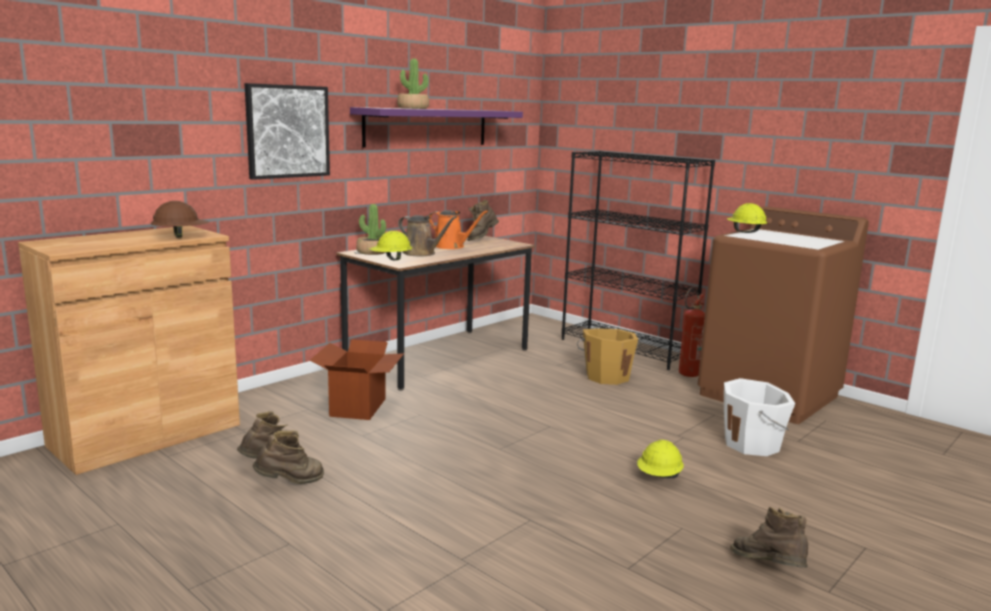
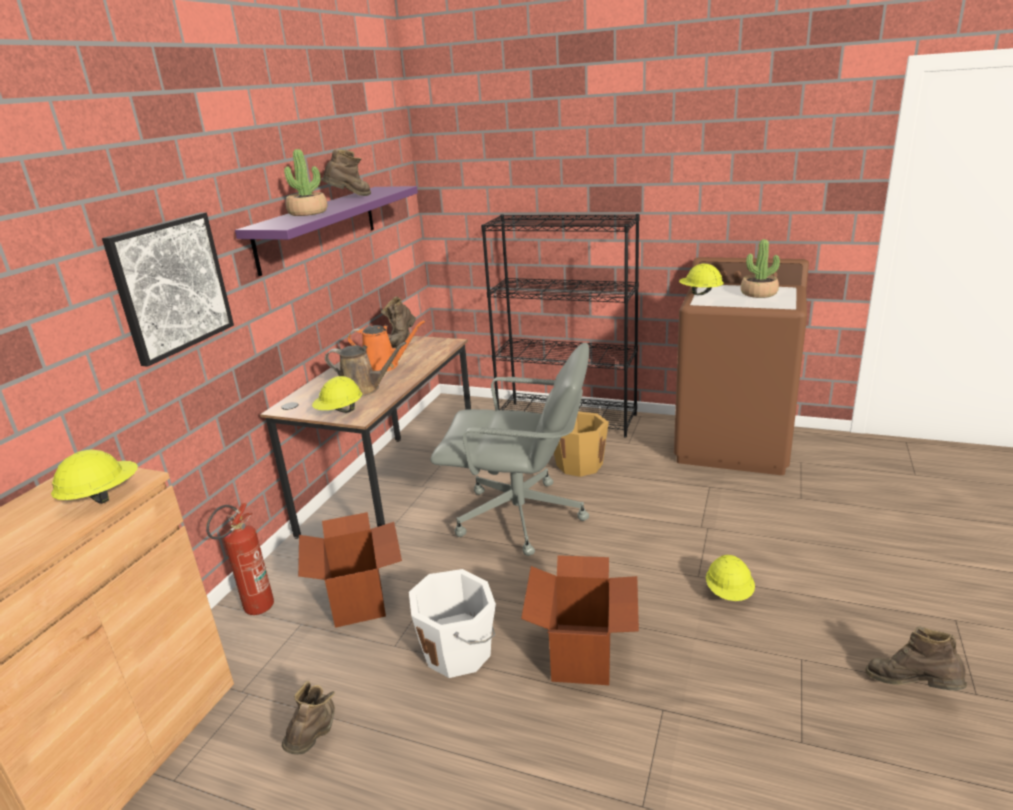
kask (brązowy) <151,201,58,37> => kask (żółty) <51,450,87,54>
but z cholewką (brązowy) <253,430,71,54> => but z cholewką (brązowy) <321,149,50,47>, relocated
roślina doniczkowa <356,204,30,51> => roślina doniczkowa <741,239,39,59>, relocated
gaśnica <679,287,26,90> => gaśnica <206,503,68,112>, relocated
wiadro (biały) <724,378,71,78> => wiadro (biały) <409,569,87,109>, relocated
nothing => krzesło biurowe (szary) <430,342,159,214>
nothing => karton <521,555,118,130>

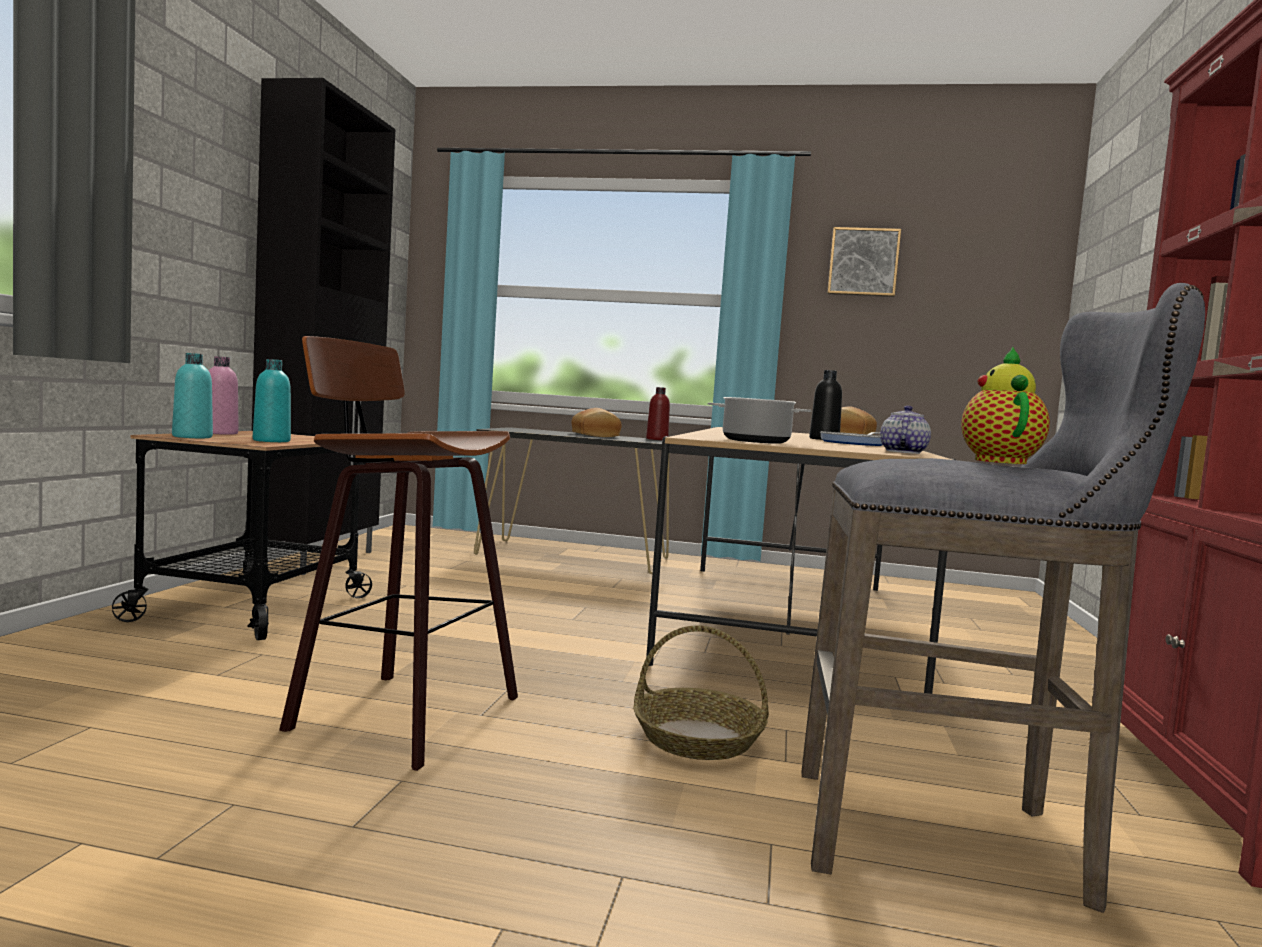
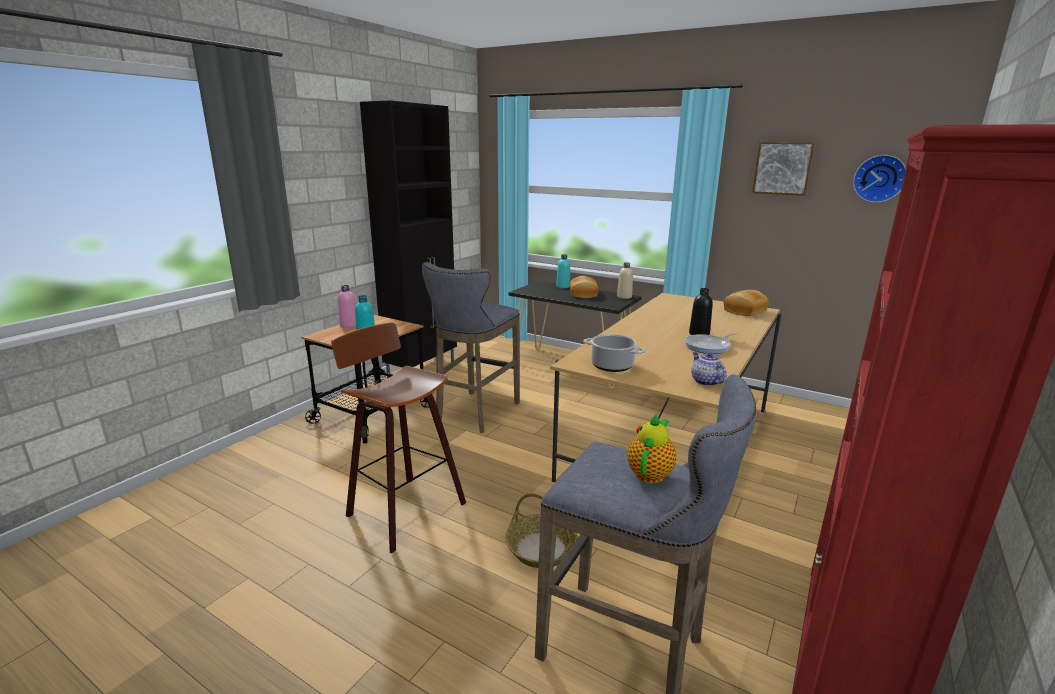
butelka (turkusowy) <172,353,41,85> => butelka (turkusowy) <556,254,14,34>, relocated
butelka (czerwony) <646,387,24,53> => butelka (beżowy) <617,262,16,37>
imbryk <880,406,51,48> => imbryk <691,352,36,34>, 60 degrees counterclockwise
nothing => stołek (szary) <422,262,98,171>
nothing => zegar ścienny <853,155,53,48>

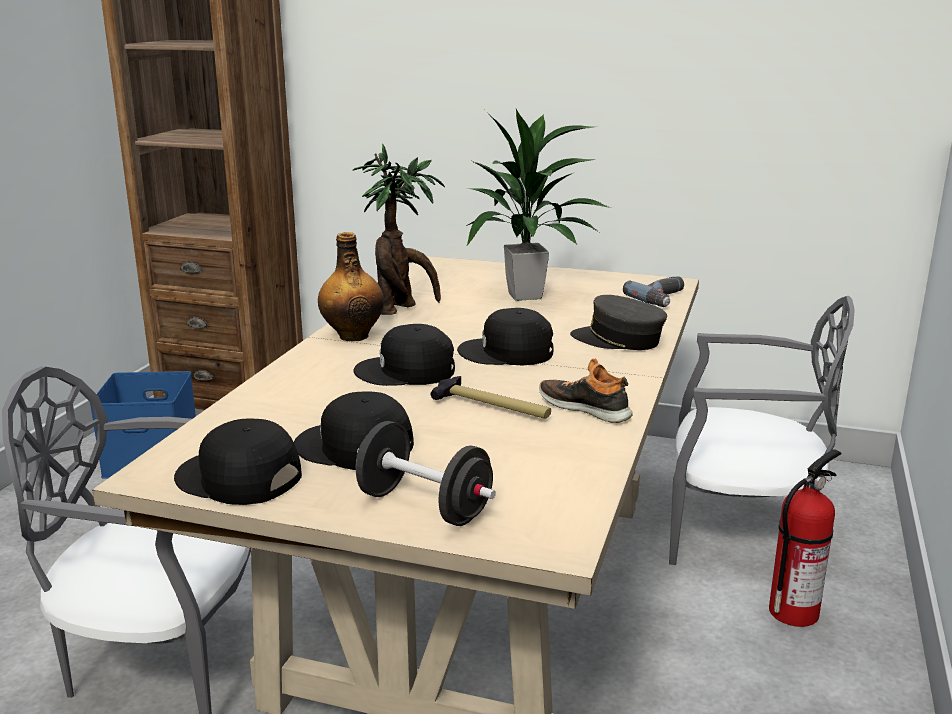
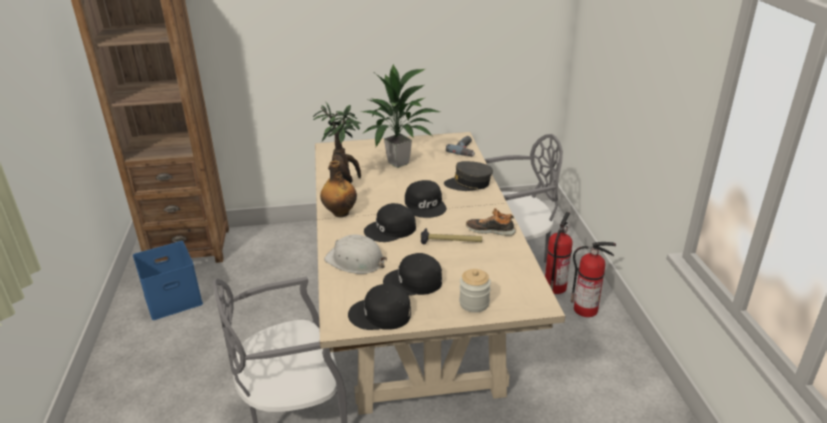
hantel (czarny) <356,421,140,105> => słoik <459,269,32,44>
czapka z daszkiem (czarny) <457,308,97,57> => czapka z daszkiem (czarny) <405,180,42,38>, 90 degrees counterclockwise
nothing => kask (biały) <324,234,63,40>
nothing => gaśnica <571,242,45,75>

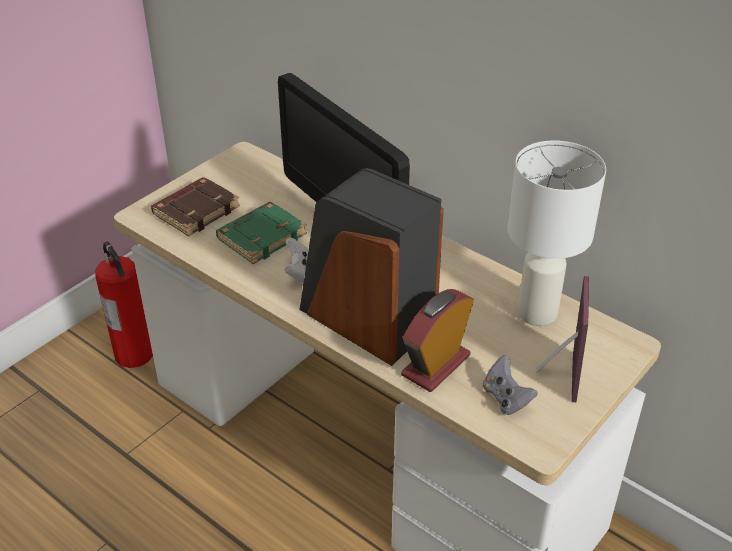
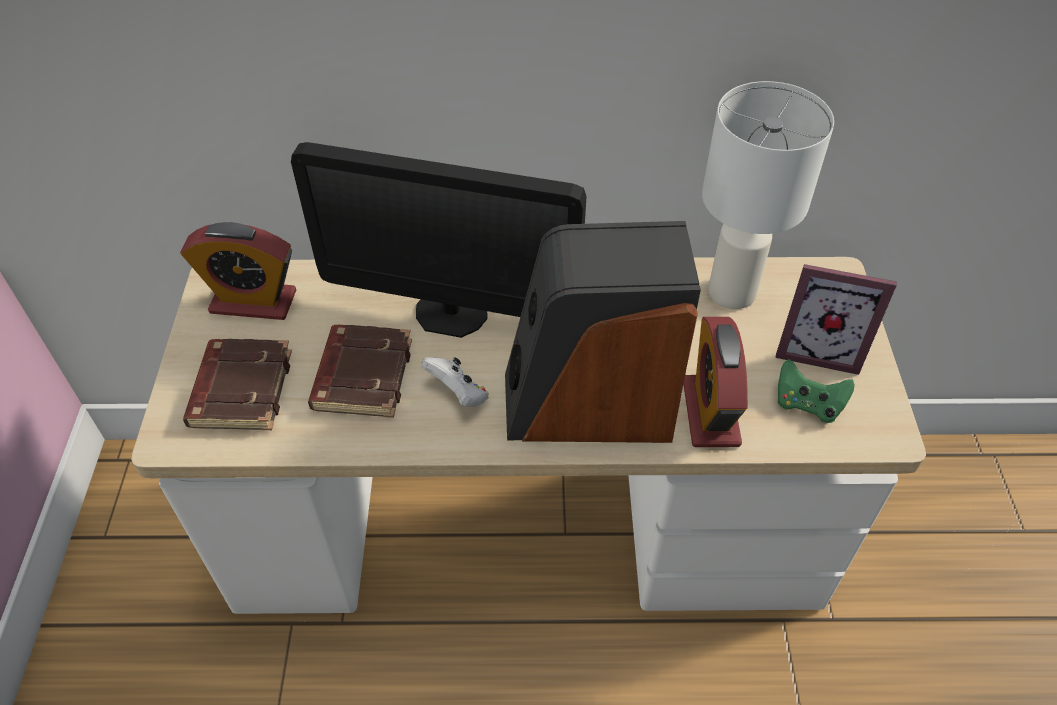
gaśnica <95,242,58,126> => nothing
książka (zielony) <216,202,91,62> => książka (brązowy) <308,325,104,93>
pad do gier (szary) <483,355,55,60> => pad do gier (zielony) <777,359,78,64>
ramka na zdjęcie <536,276,53,126> => ramka na zdjęcie <776,264,121,111>, 135 degrees clockwise
nothing => budzik <180,222,116,98>

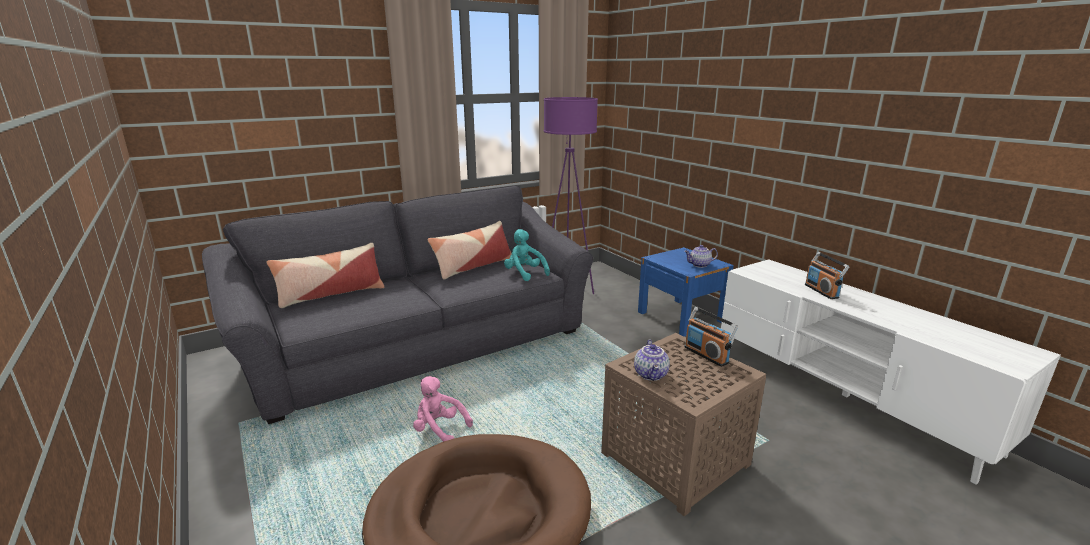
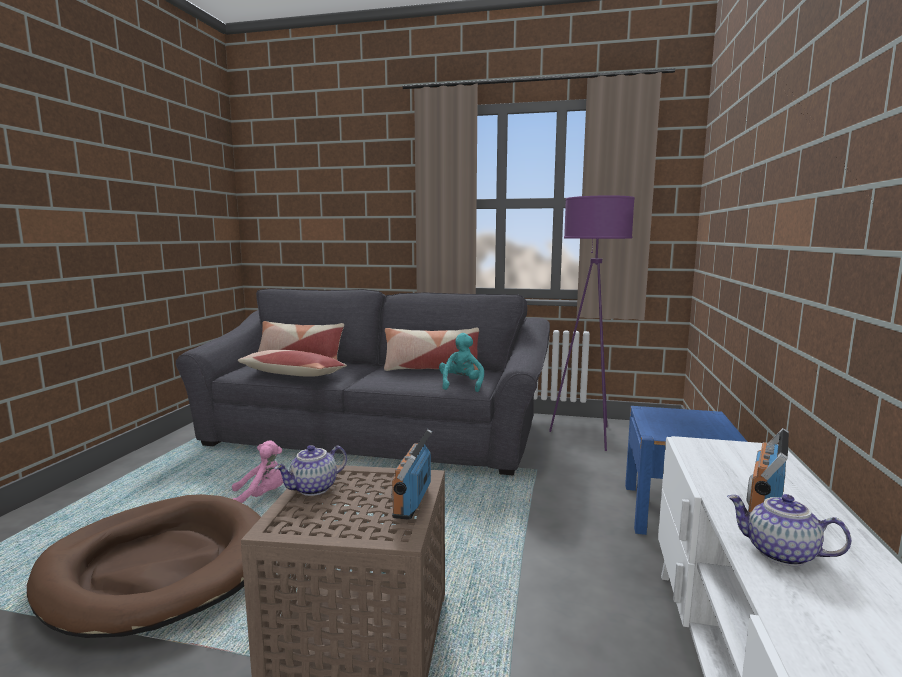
pluszak (różowy) <413,376,60,66> => pluszak (różowy) <232,440,51,63>, 90 degrees clockwise
imbryk <684,245,34,23> => imbryk <727,494,124,72>, relocated
nothing => poduszka <238,350,109,27>

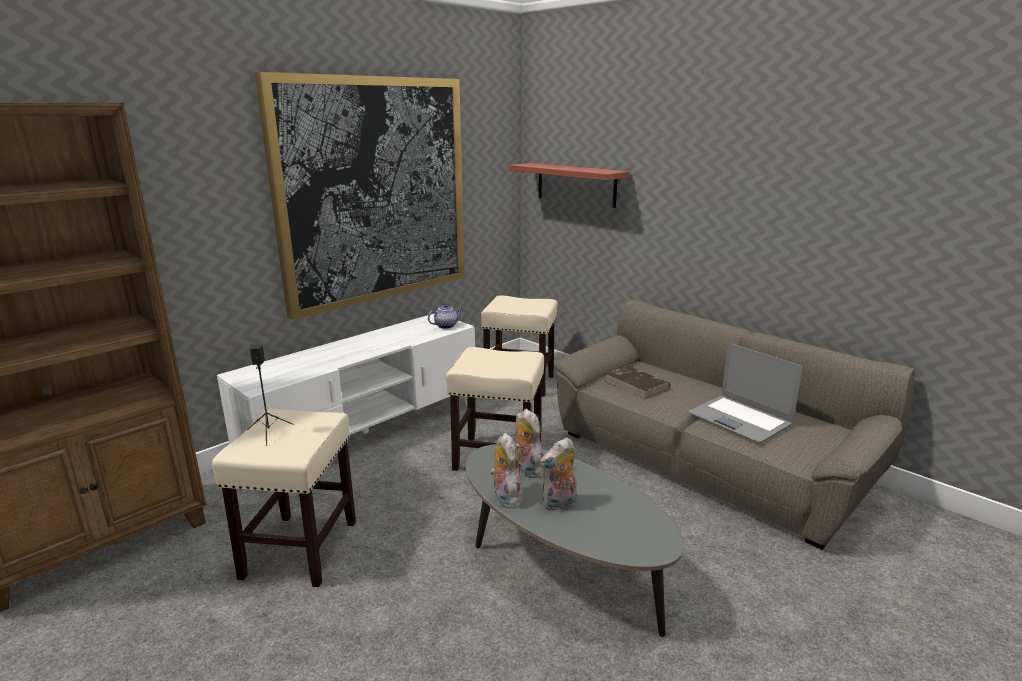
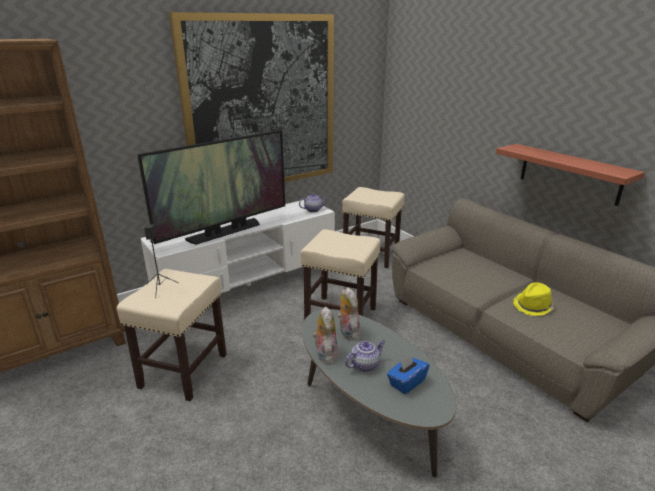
półka <509,163,120,45> => półka <496,144,149,62>, relocated
pluszak <540,438,37,73> => imbryk <345,340,40,32>
książka (brązowy) <605,366,65,33> => nothing
laptop <689,344,114,99> => kapelusz (żółty) <513,282,41,34>
nothing => telewizor <137,130,148,115>
nothing => pudełko chusteczek (niebieski) <387,354,43,40>

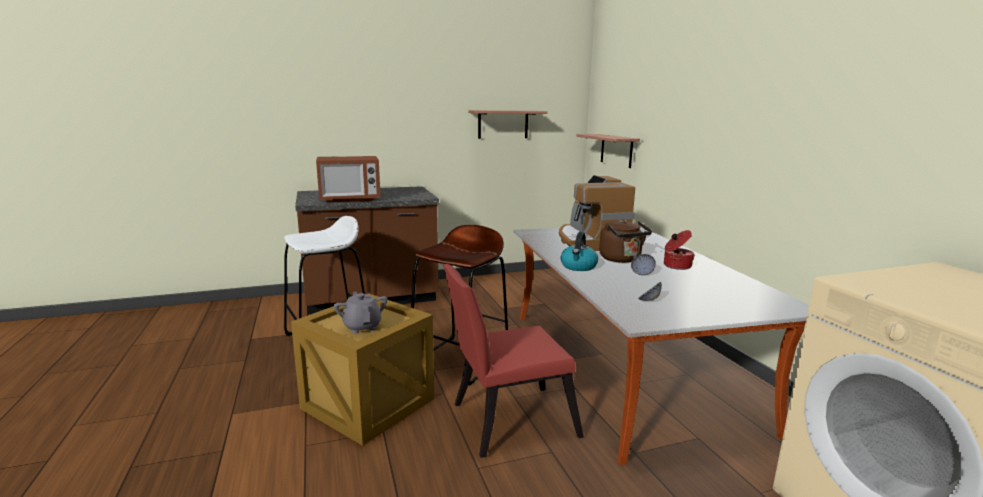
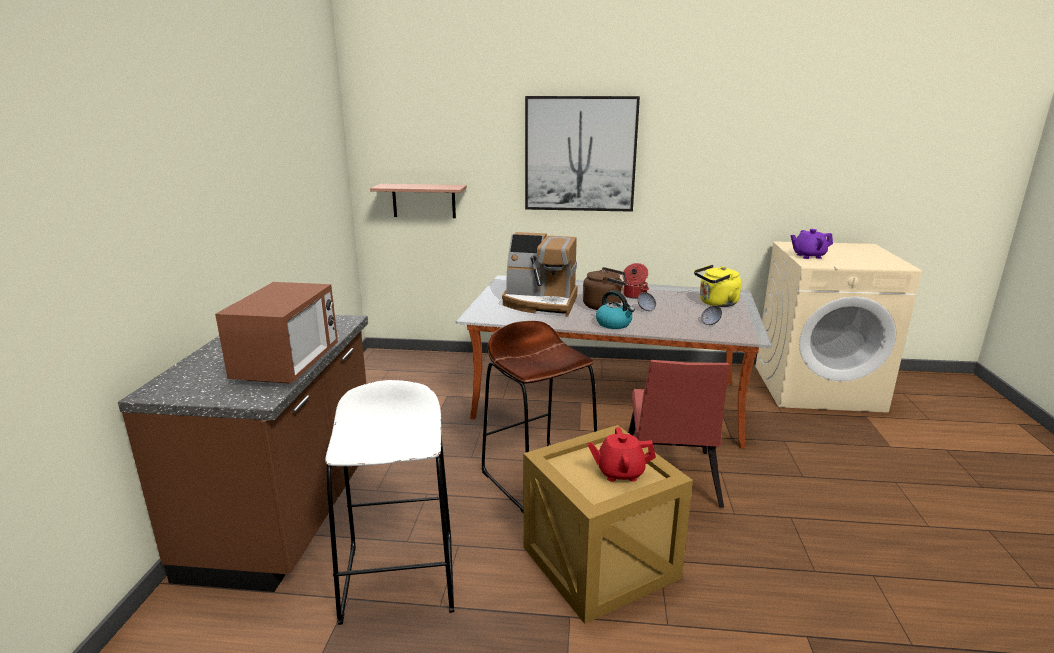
imbryk (szary) <333,292,54,42> => imbryk (czerwony) <587,427,69,55>
półka <468,110,79,29> => nothing
nothing => obraz <525,96,115,116>
nothing => czajnik (żółty) <694,265,47,42>
nothing => imbryk (fioletowy) <791,229,42,30>

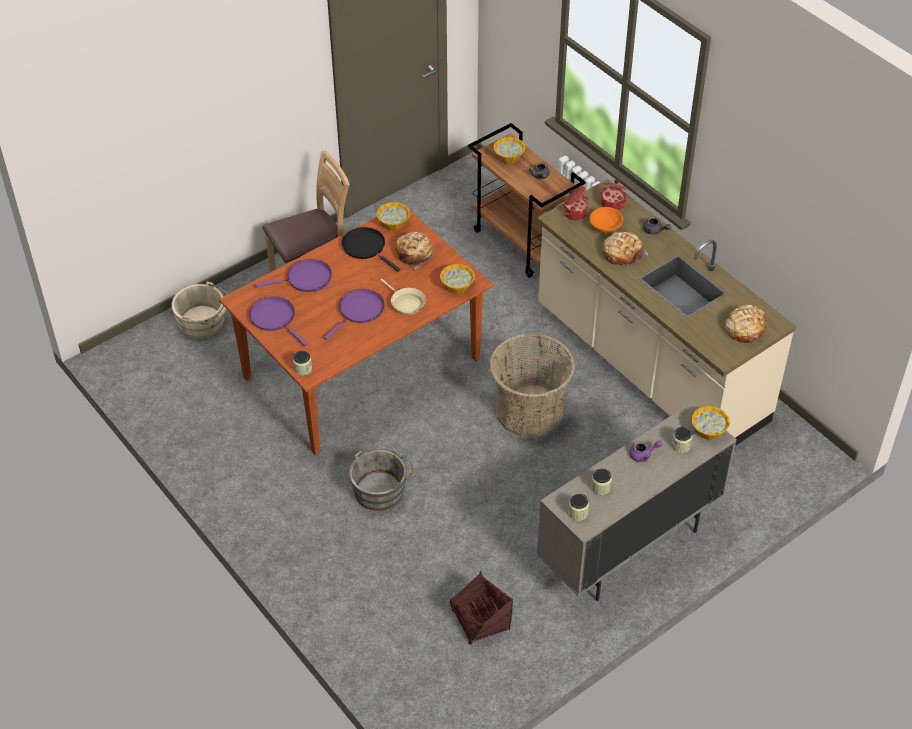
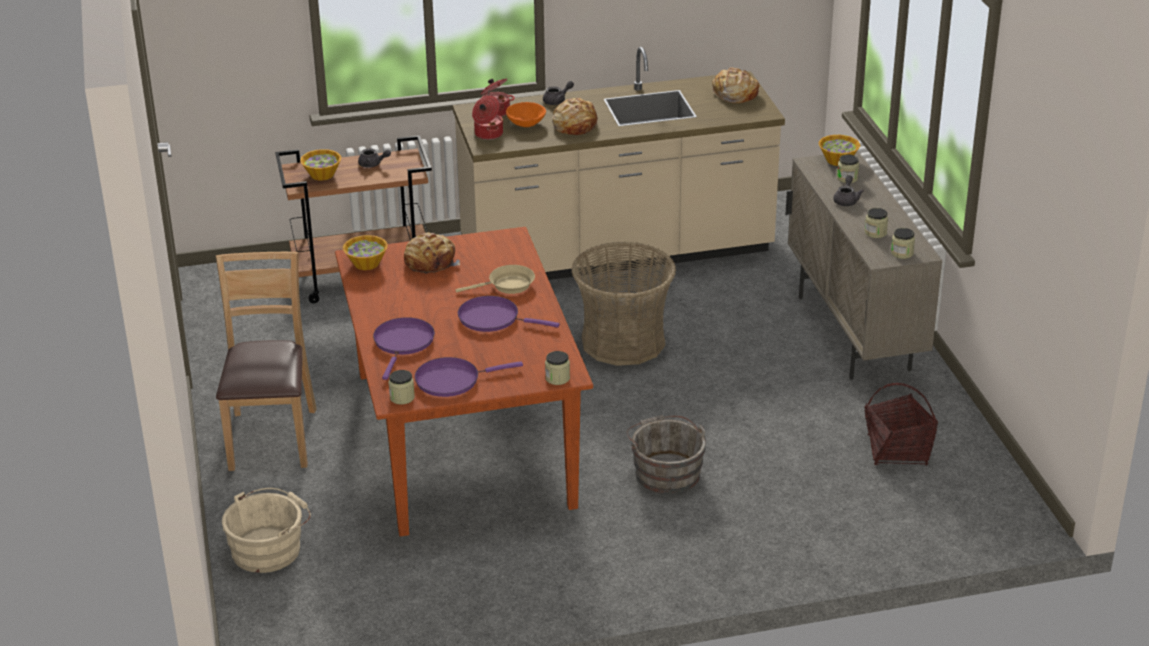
patelnia (fioletowy) <324,289,60,51> => patelnia (fioletowy) <458,296,102,36>, 45 degrees counterclockwise
patelnia (czarny) <342,227,58,45> => nothing
miska <440,264,35,30> => nothing
imbryk (fioletowy) <629,440,34,22> => imbryk (szary) <833,175,31,31>
nothing => słoik <389,370,26,35>

